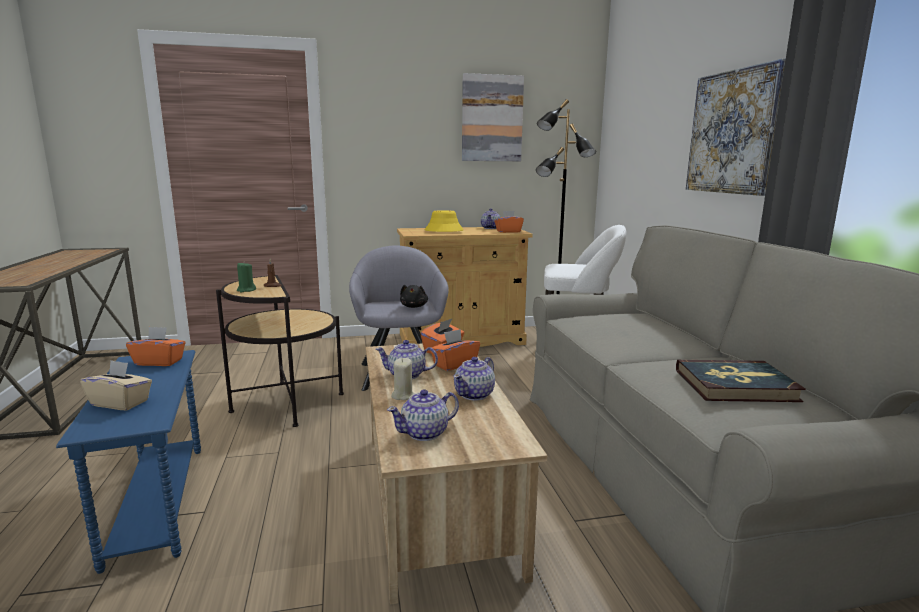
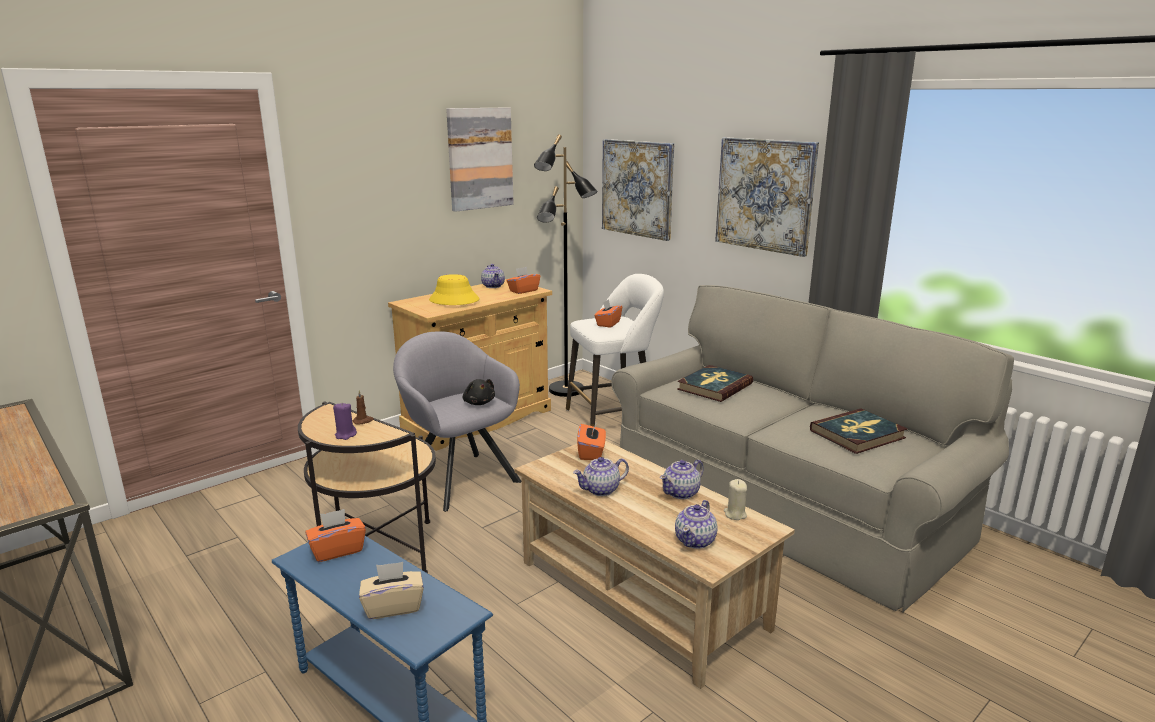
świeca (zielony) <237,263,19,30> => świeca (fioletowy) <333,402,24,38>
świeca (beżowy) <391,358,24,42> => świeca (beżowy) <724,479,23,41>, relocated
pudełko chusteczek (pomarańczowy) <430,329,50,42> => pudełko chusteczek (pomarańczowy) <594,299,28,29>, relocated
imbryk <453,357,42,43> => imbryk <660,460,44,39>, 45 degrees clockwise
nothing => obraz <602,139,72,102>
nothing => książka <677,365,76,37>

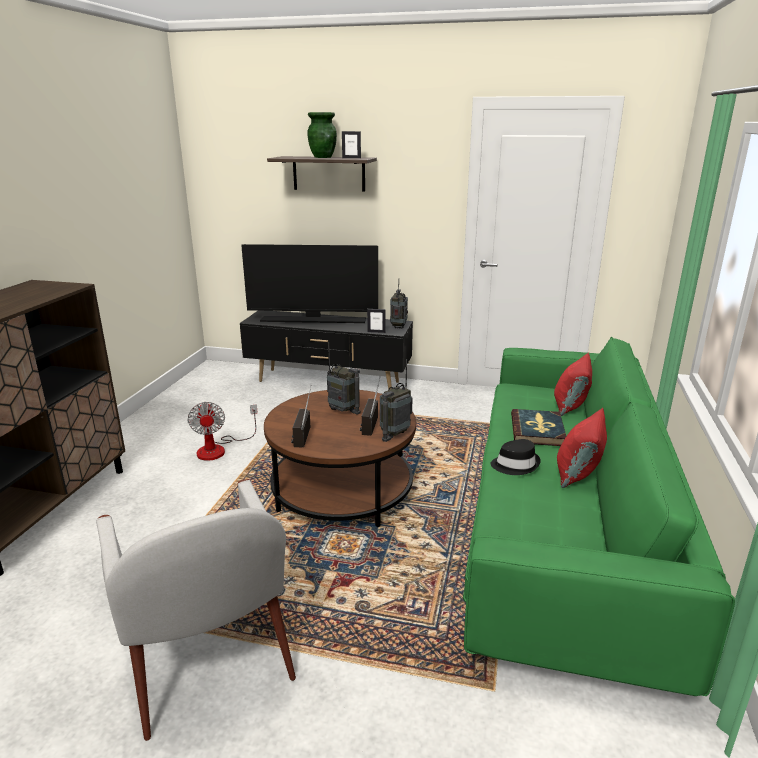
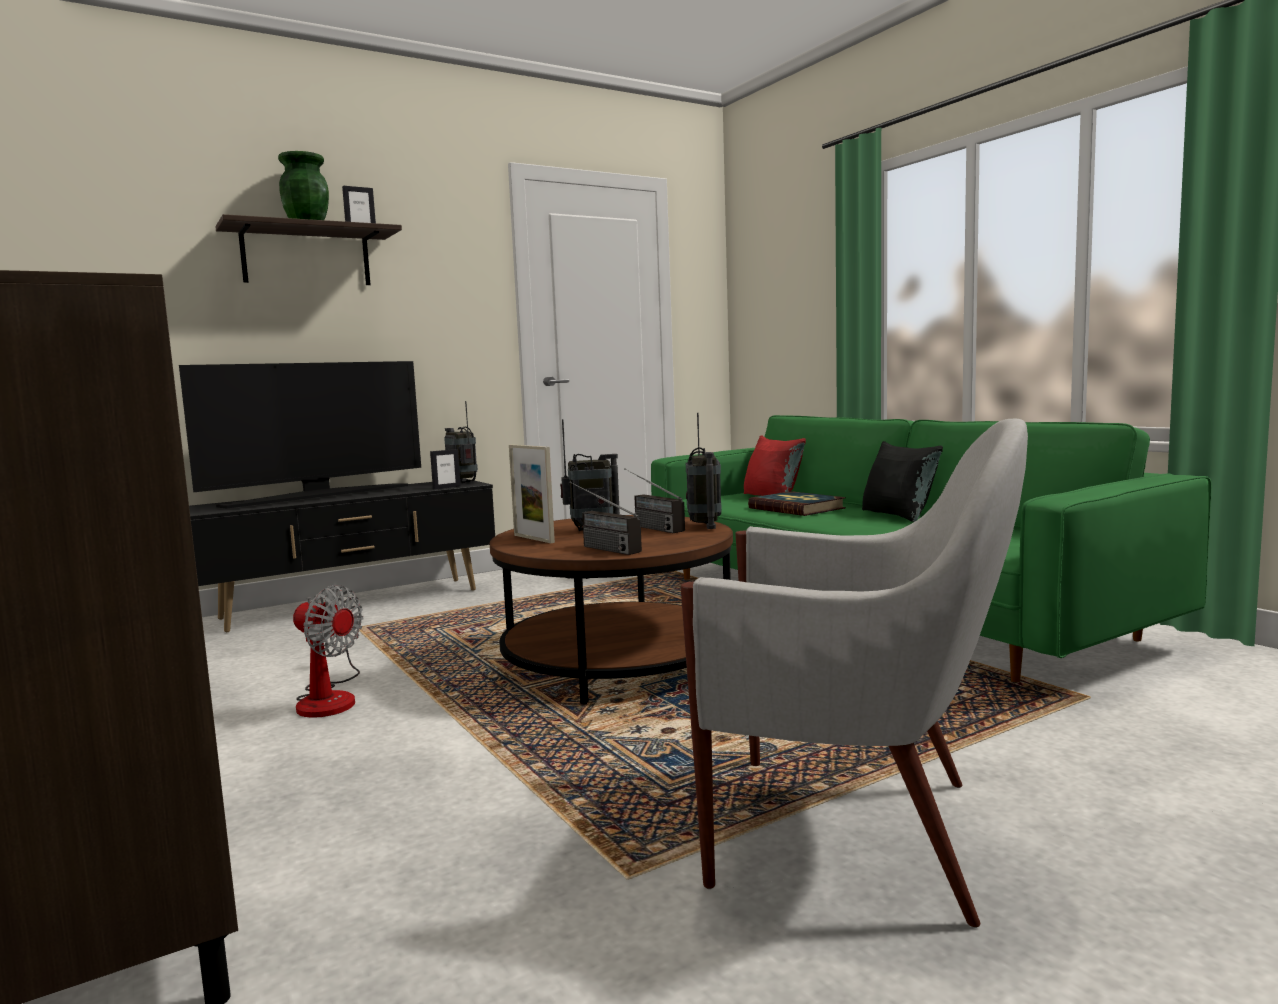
kapelusz (czarny) <490,439,51,36> => nothing
poduszka (czerwony) <557,408,50,80> => poduszka (czarny) <862,441,81,81>
nothing => ramka na zdjęcie <509,445,46,98>

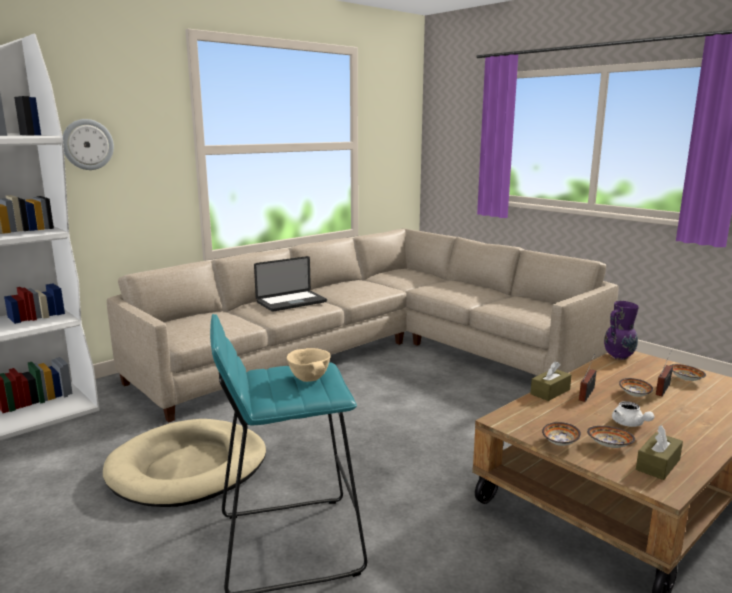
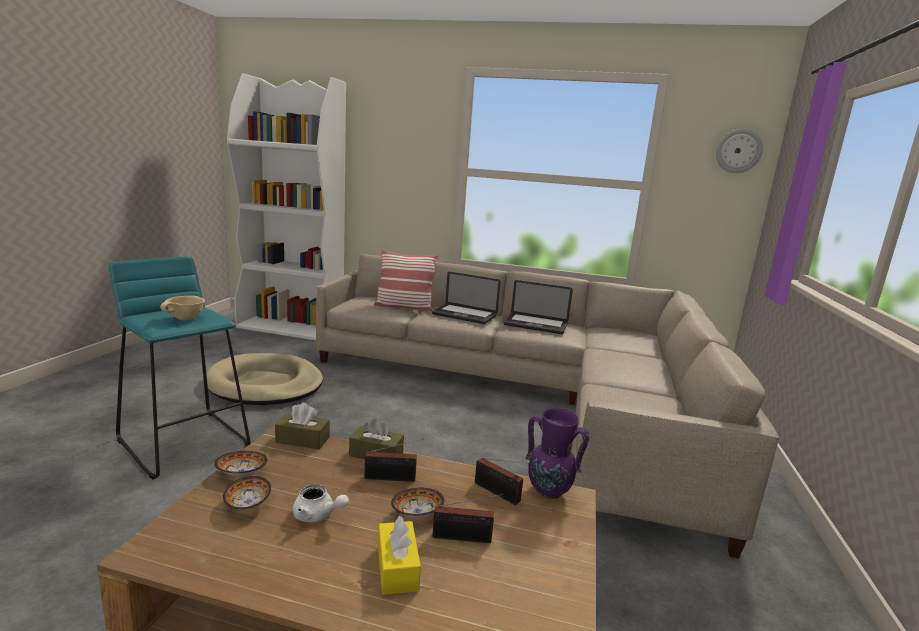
zegar ścienny <63,119,51,51> => zegar ścienny <716,129,47,44>, relocated
imbryk (biały) <612,401,42,26> => imbryk (biały) <293,484,56,38>, 105 degrees counterclockwise
pudełko chusteczek (brązowy) <636,425,47,55> => pudełko chusteczek (brązowy) <275,403,55,46>, relocated
miska <670,364,36,17> => nothing
nothing => poduszka <374,249,64,62>
nothing => pudełko chusteczek (żółty) <378,516,43,79>
nothing => radio <475,458,55,47>
nothing => laptop <504,280,69,54>

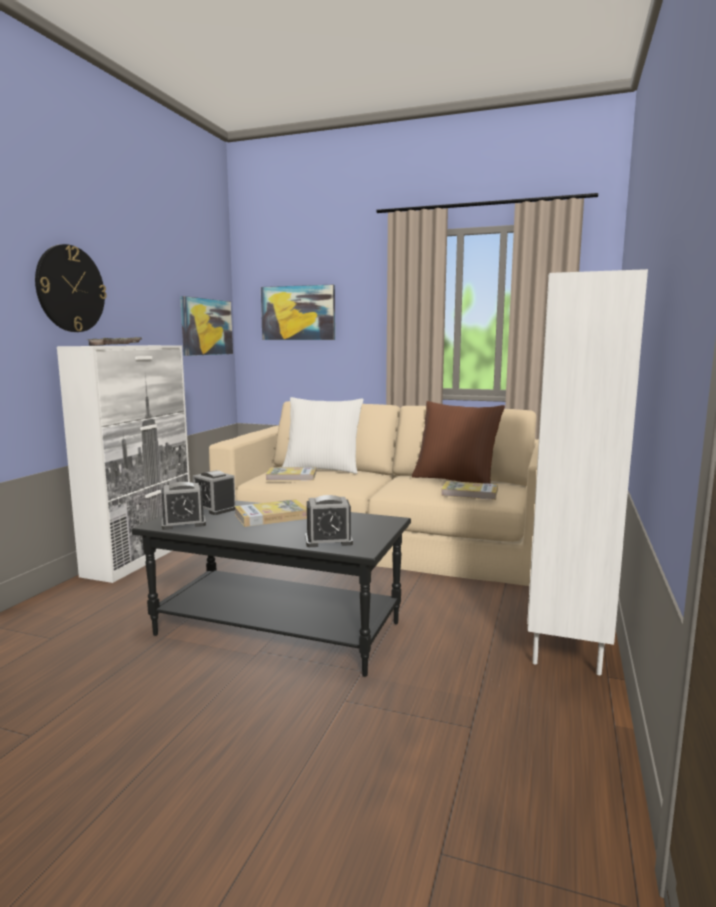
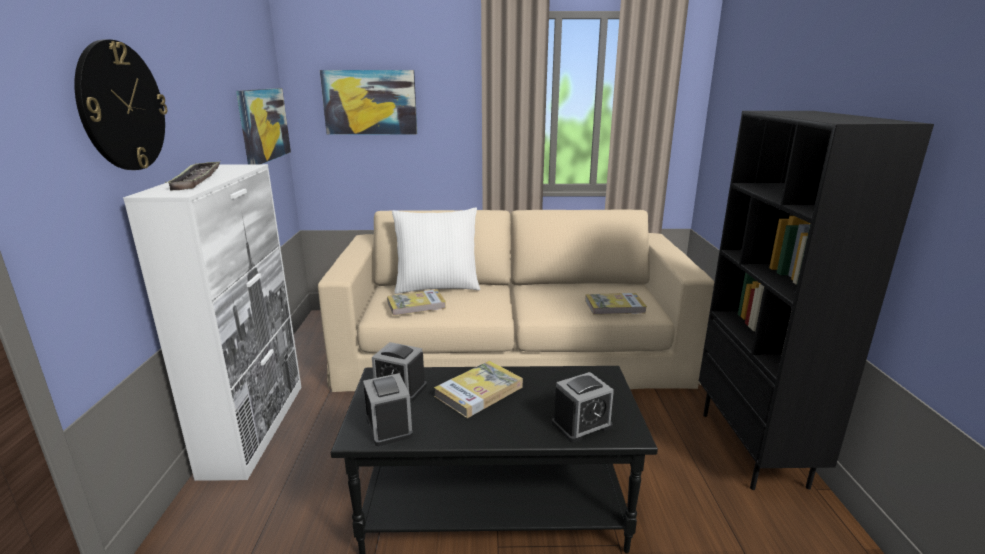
budzik <162,482,44,48> => budzik <363,373,50,73>, 75 degrees counterclockwise
poduszka (brązowy) <412,401,93,83> => nothing
regał (biały) <527,269,121,406> => regał (czarny) <699,111,235,379>

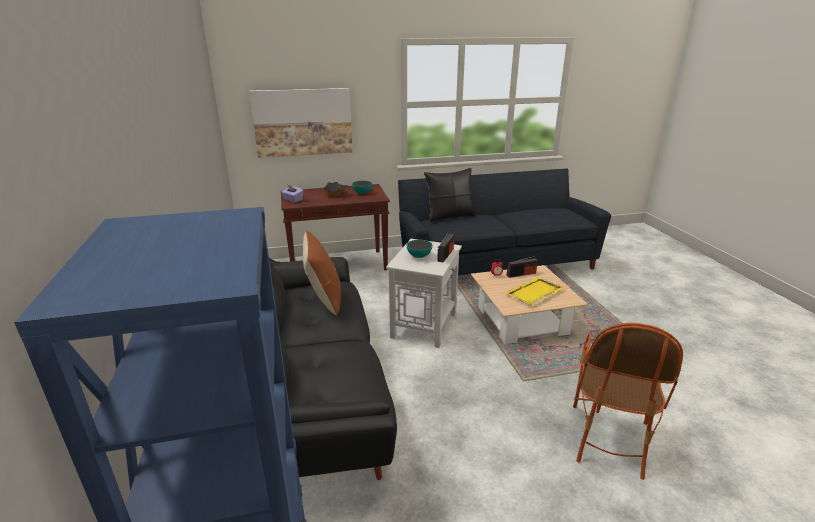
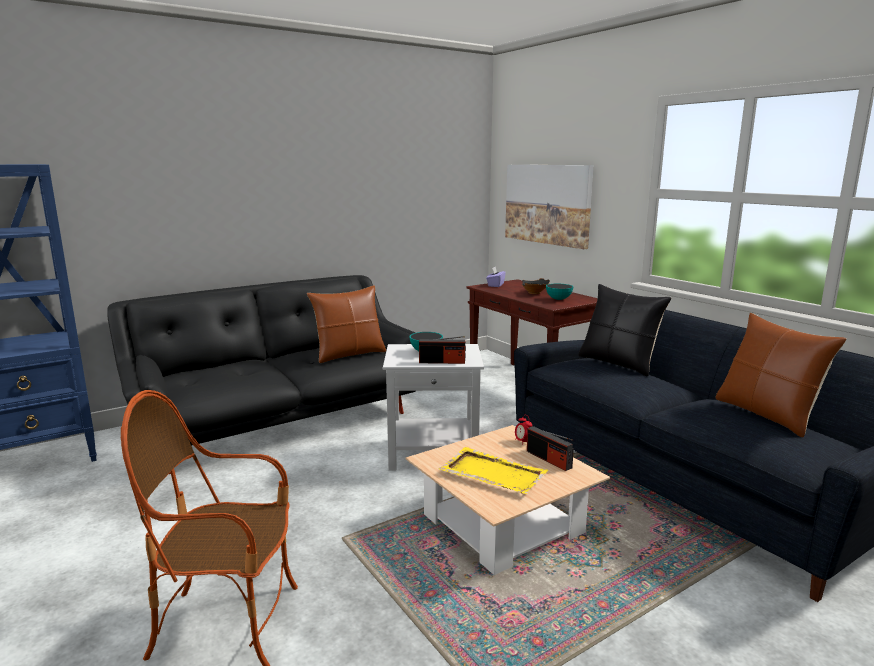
nothing => poduszka (brązowy) <716,313,130,124>

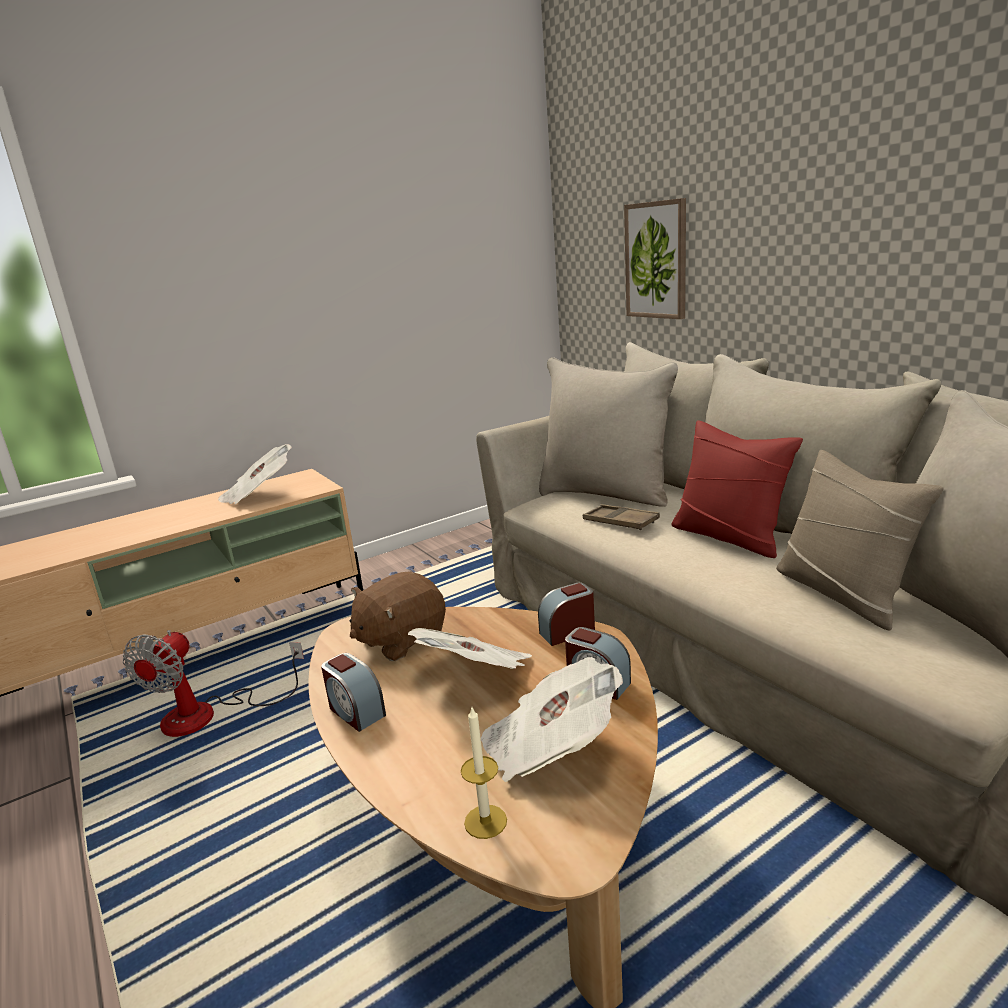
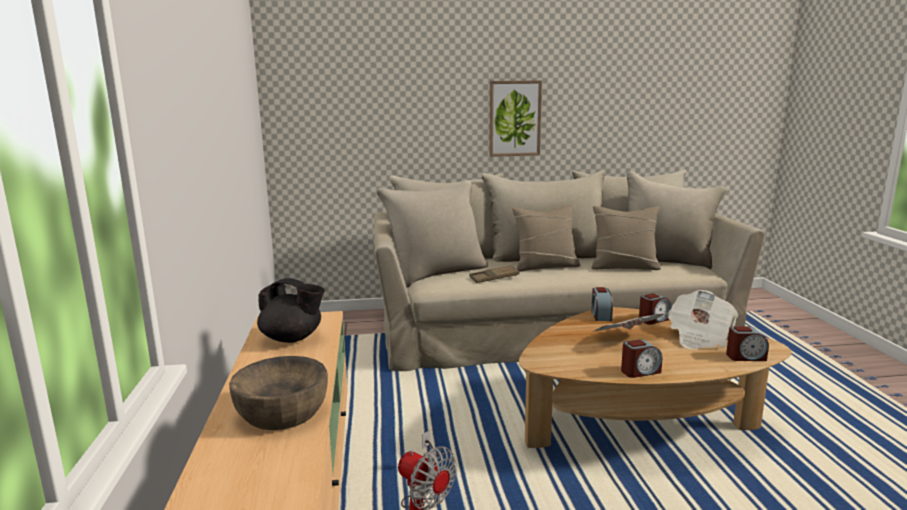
gazeta <218,444,74,60> => imbryk (czarny) <257,278,68,65>
pluszak (brązowy) <349,572,97,89> => nothing
świeca <461,707,46,132> => budzik <726,326,43,35>
obraz <624,198,62,121> => obraz <489,80,53,77>, relocated
poduszka (czerwony) <671,420,132,138> => poduszka (beżowy) <512,205,69,66>
nothing => miska (brązowy) <229,356,99,74>

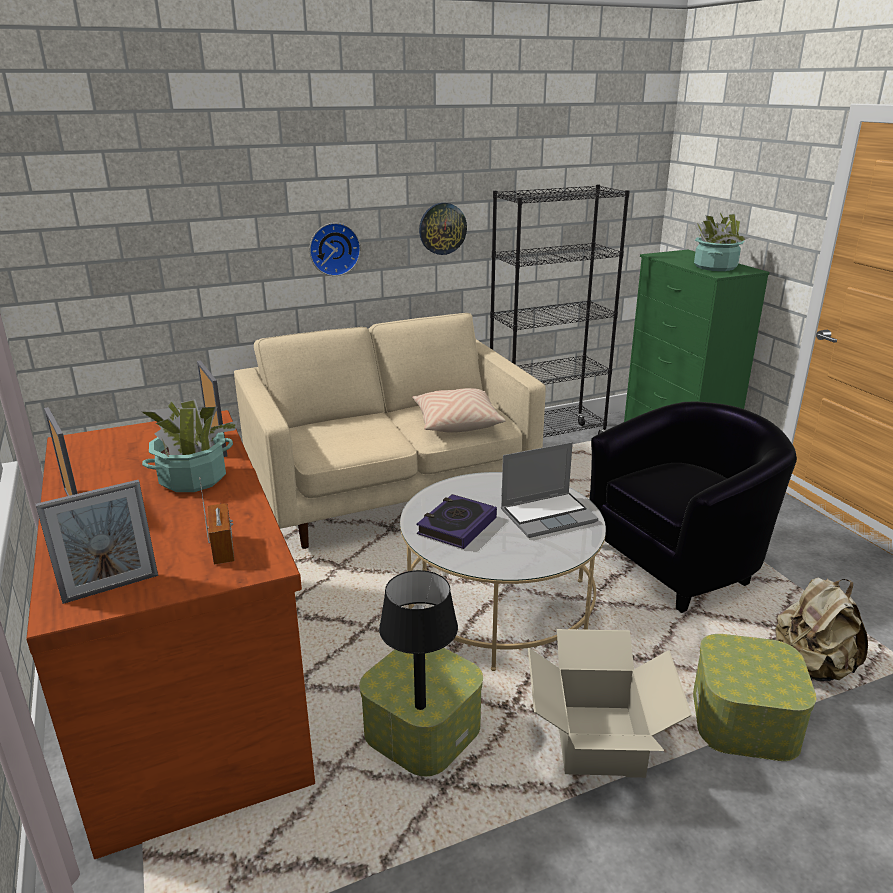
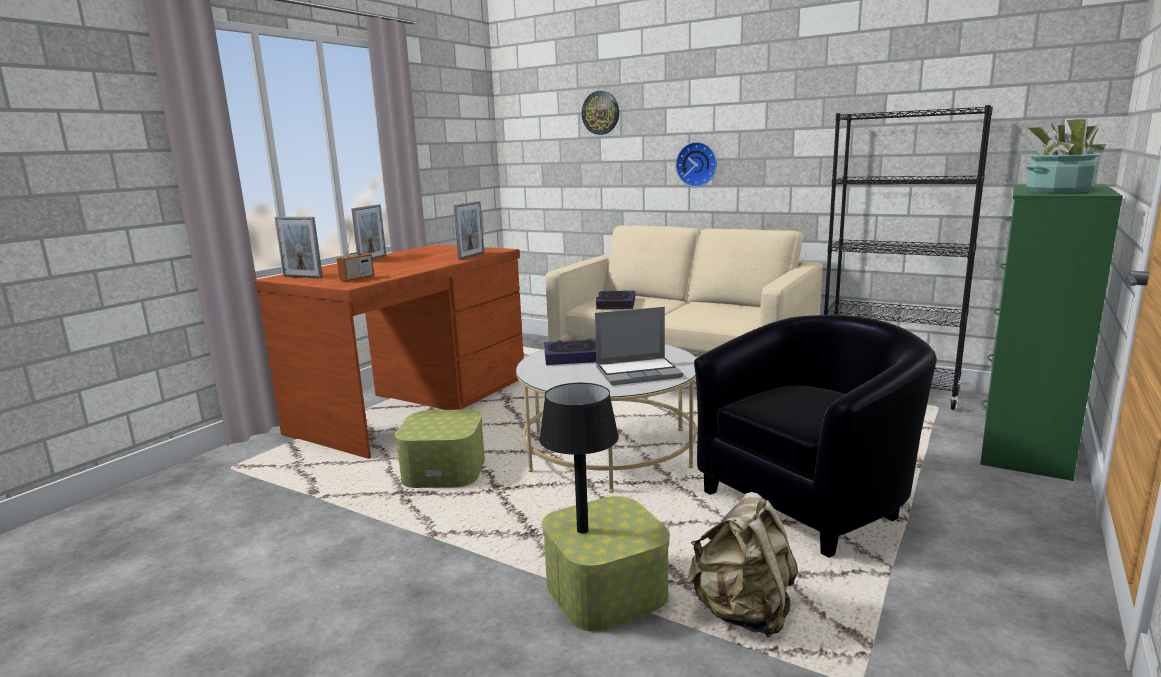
roślina doniczkowa <141,399,97,93> => nothing
lampa stołowa (czarny) <379,570,79,140> => lampa stołowa (czarny) <539,383,80,151>, relocated
poduszka (beżowy) <412,388,94,45> => nothing
zegar ścienny <419,203,48,52> => zegar ścienny <582,91,37,44>, relocated
laptop <501,442,97,96> => laptop <595,307,88,78>, 45 degrees counterclockwise
karton <528,629,164,149> => nothing
fotel (czarny) <589,401,208,212> => fotel (czarny) <694,315,243,243>, 60 degrees counterclockwise
nothing => książka <596,291,39,18>

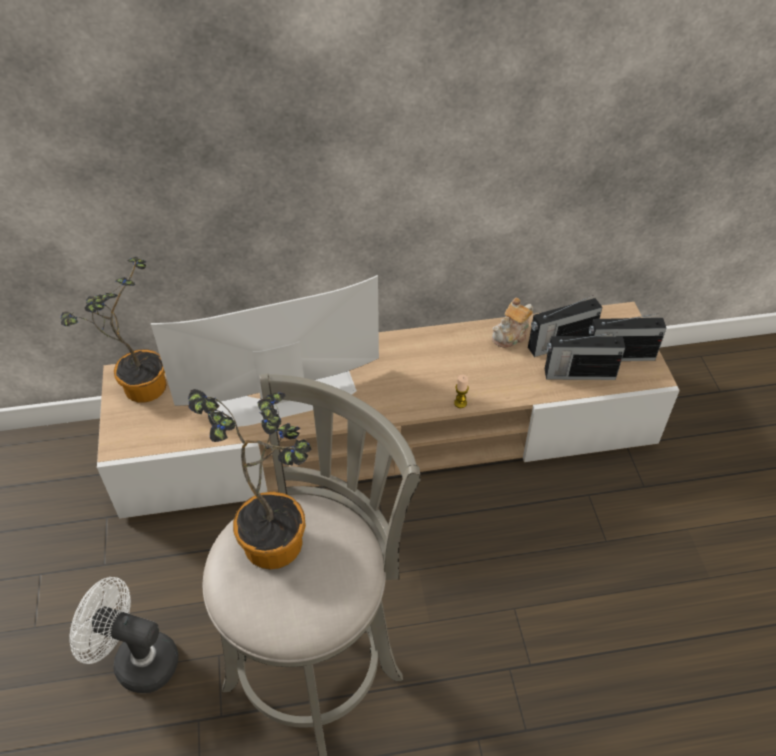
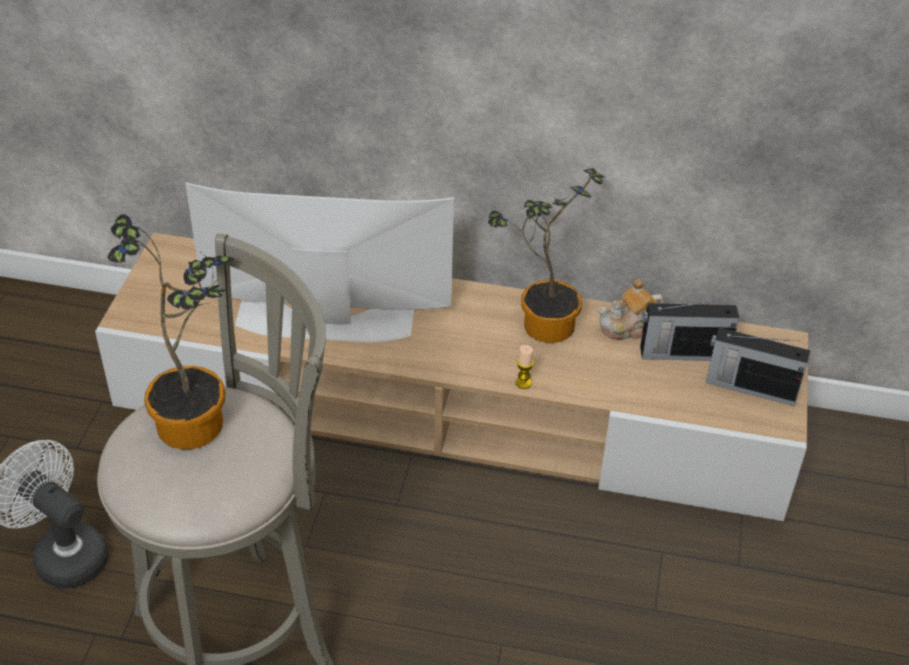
roślina doniczkowa <60,256,107,147> => roślina doniczkowa <488,168,116,175>, relocated
radio <545,333,80,47> => nothing

